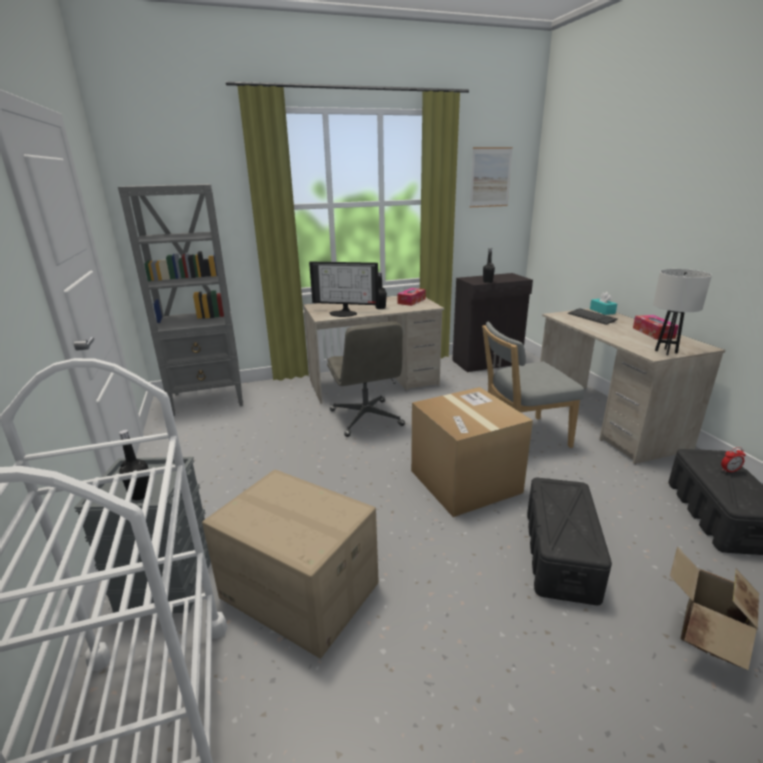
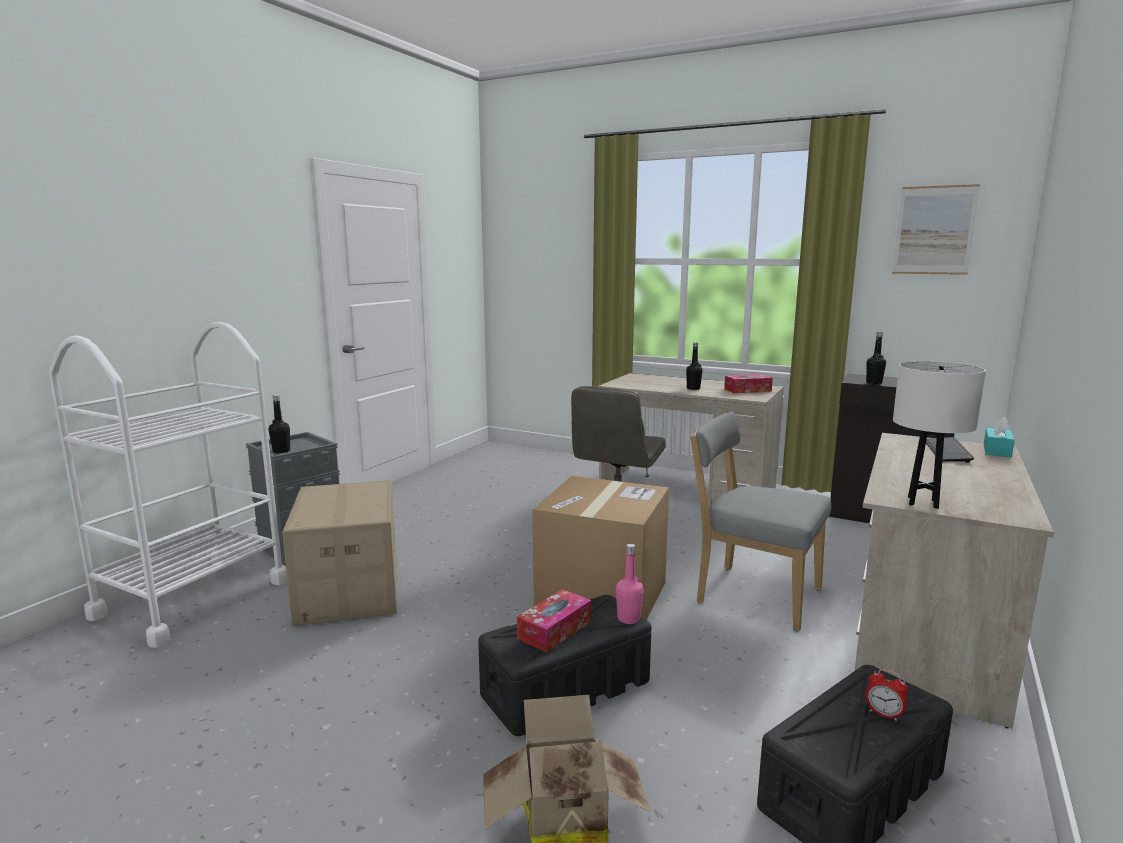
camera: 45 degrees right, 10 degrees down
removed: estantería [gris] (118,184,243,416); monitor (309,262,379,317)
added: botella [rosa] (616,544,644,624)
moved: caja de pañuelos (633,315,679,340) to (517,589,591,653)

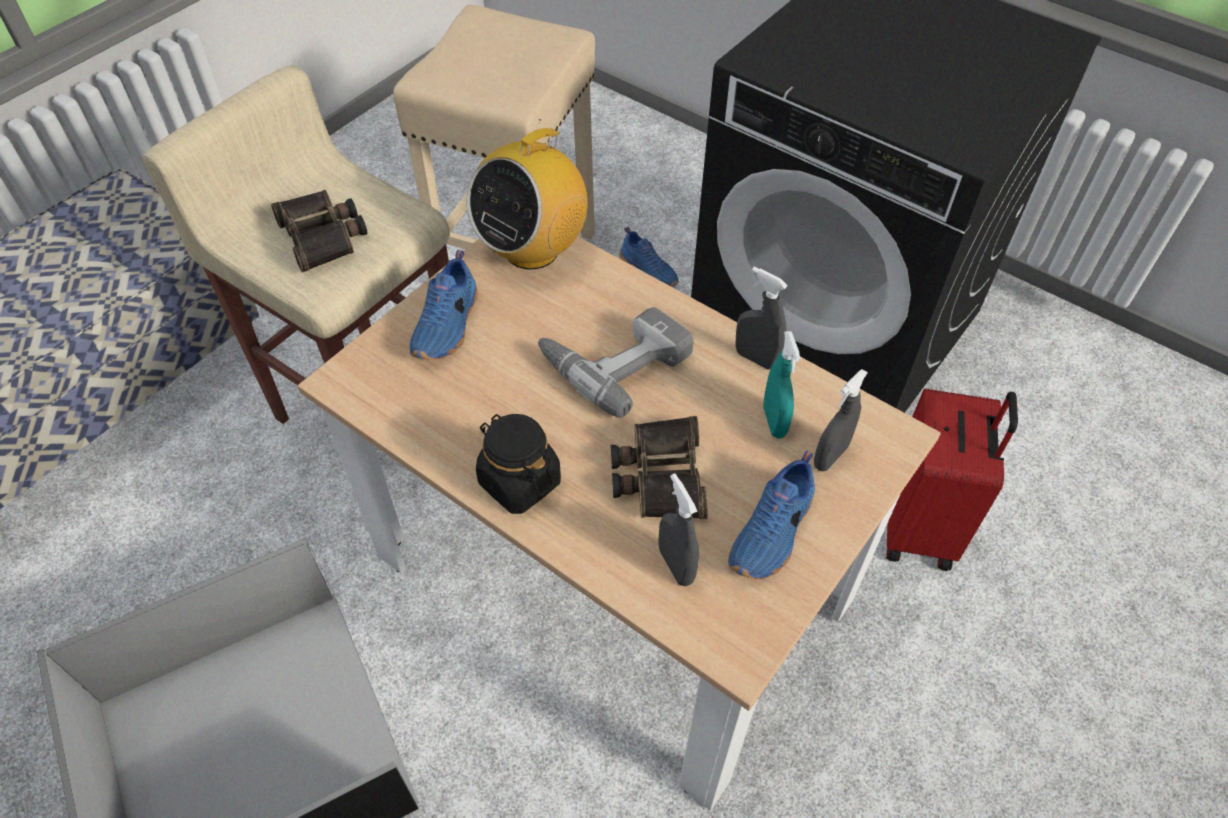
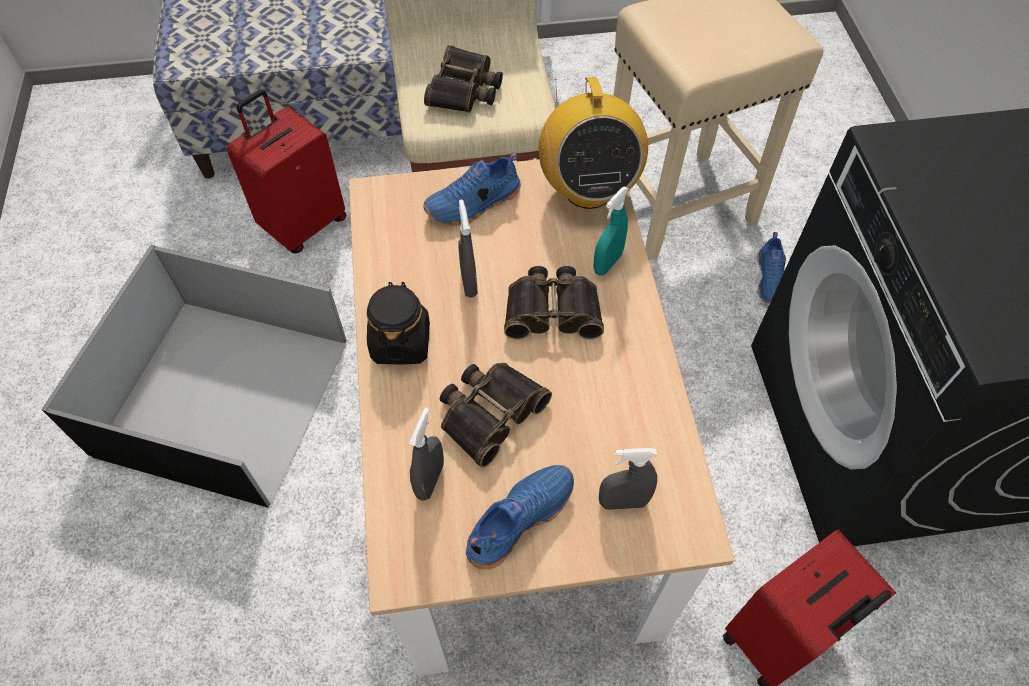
camera: 45 degrees right, 5 degrees up
added: maleta [rojo] (227,89,346,253)
moved: pulverizador [gris] (735,267,788,370) to (458,199,478,298); pulverizador [turquesa] (763,331,801,438) to (593,187,629,276)
replaced: taladro (538,307,694,418) to prismáticos (504,266,604,339)
turned: radio (466,119,588,269) = (538,77,648,209) 90 degrees counterclockwise; zapato [azul] (728,451,815,579) = (466,465,574,570) 150 degrees clockwise

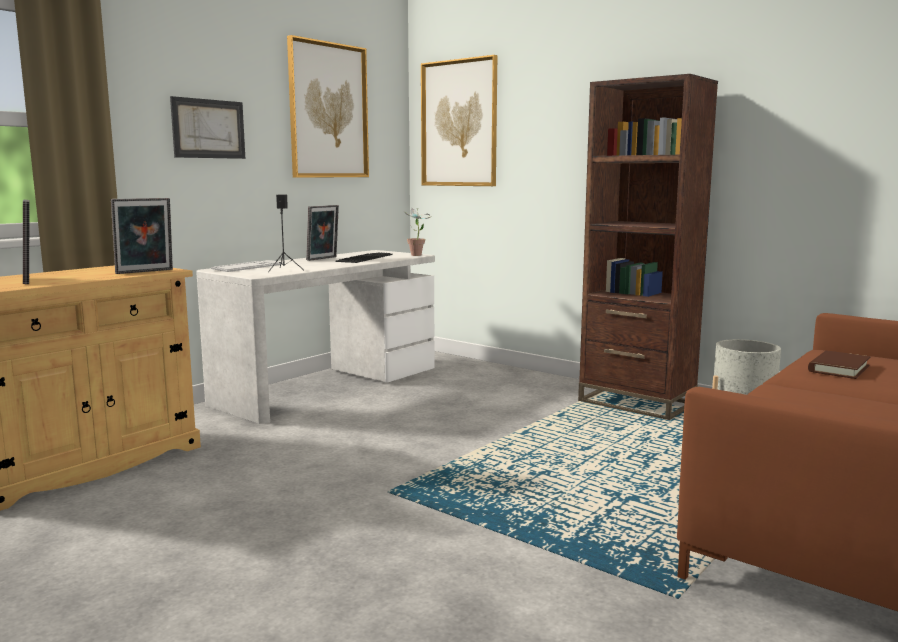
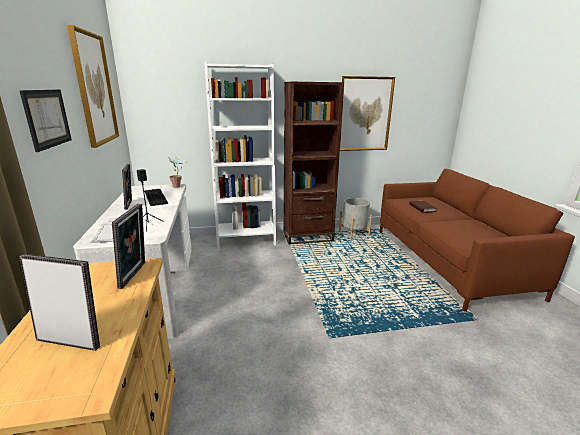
camera: 50 degrees left, 10 degrees up
added: estantería [blanco] (204,62,276,250)
moved: cuadro (421,55,497,186) to (340,76,395,151)

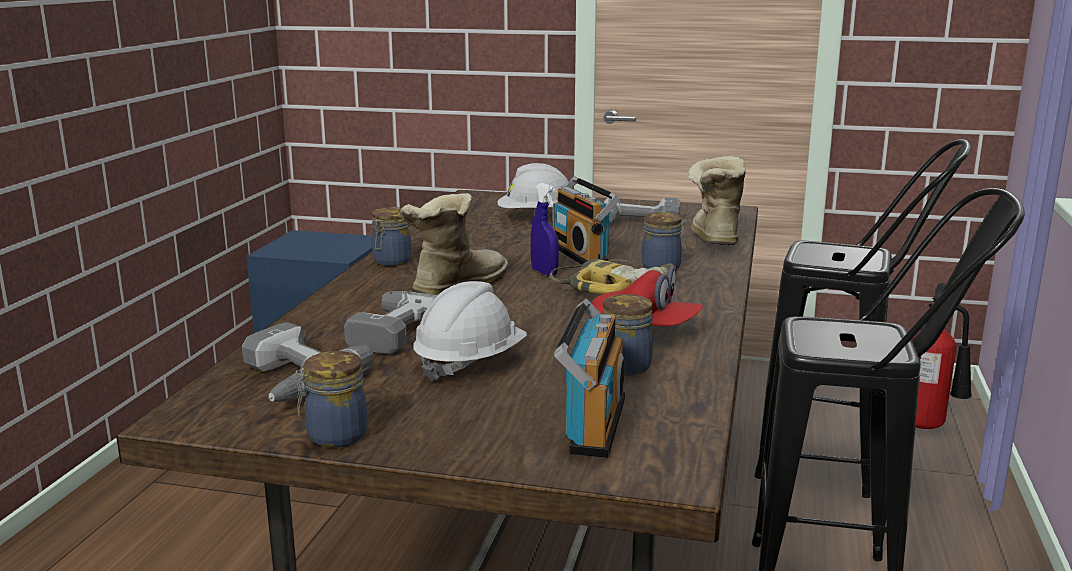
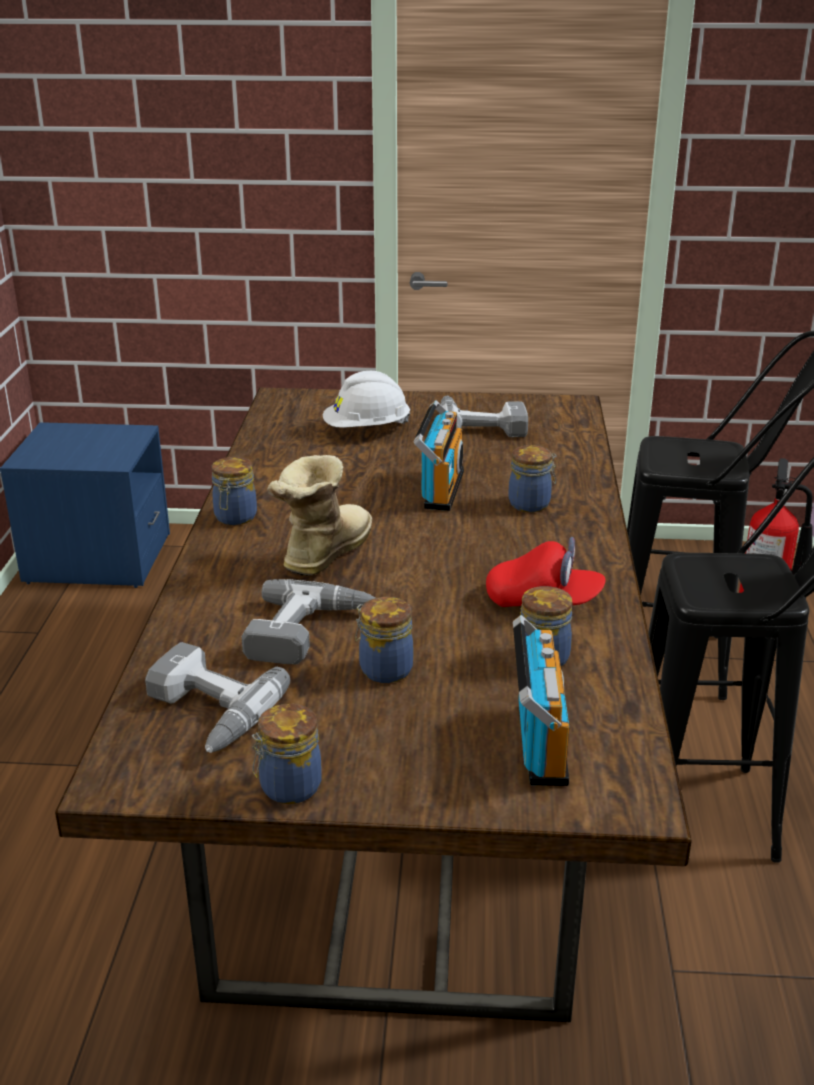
camera: 10 degrees left, 10 degrees up
removed: pulverizador [azul] (531,183,559,276); taladro (549,259,676,294); bota (688,156,746,245)
replaced: casco [blanco] (413,281,527,382) to tarro (355,597,413,683)
turned: radio (553,176,620,265) = (414,400,464,511) 135 degrees counterclockwise

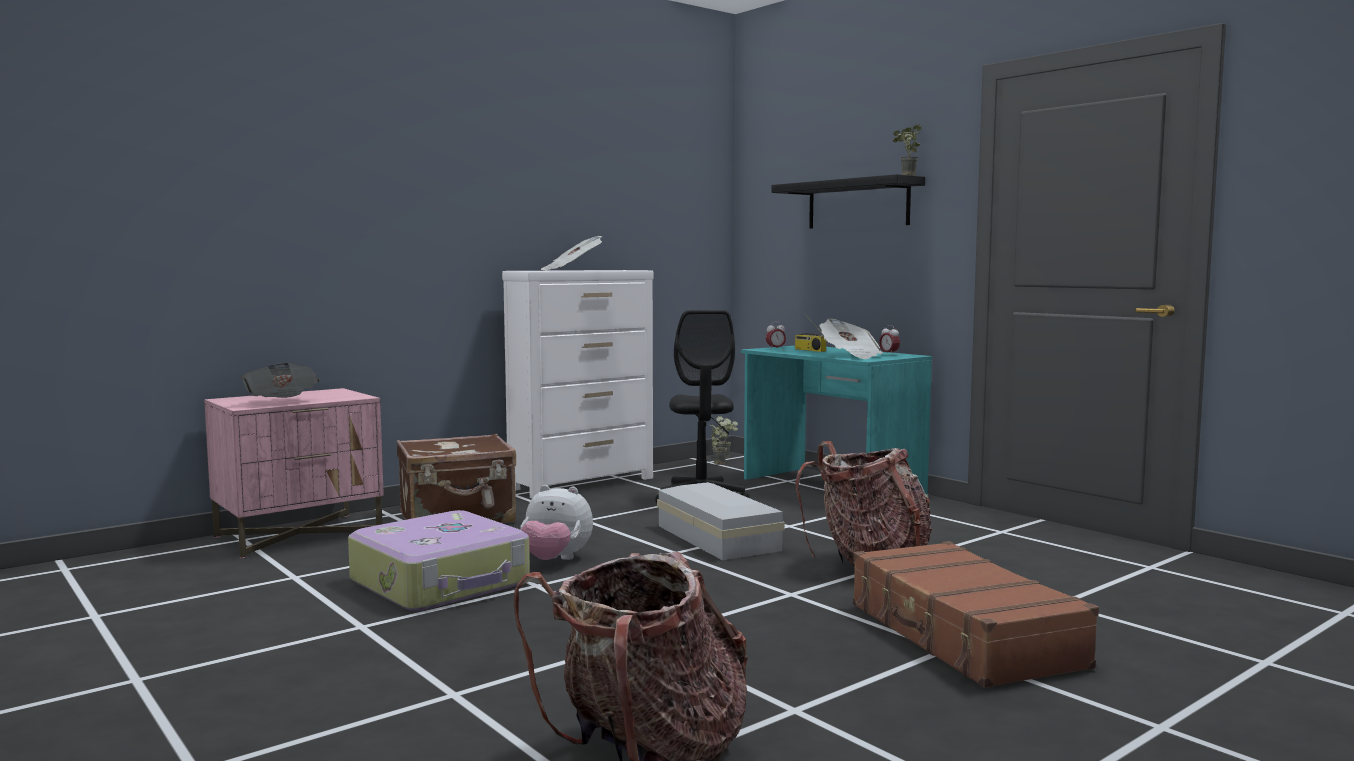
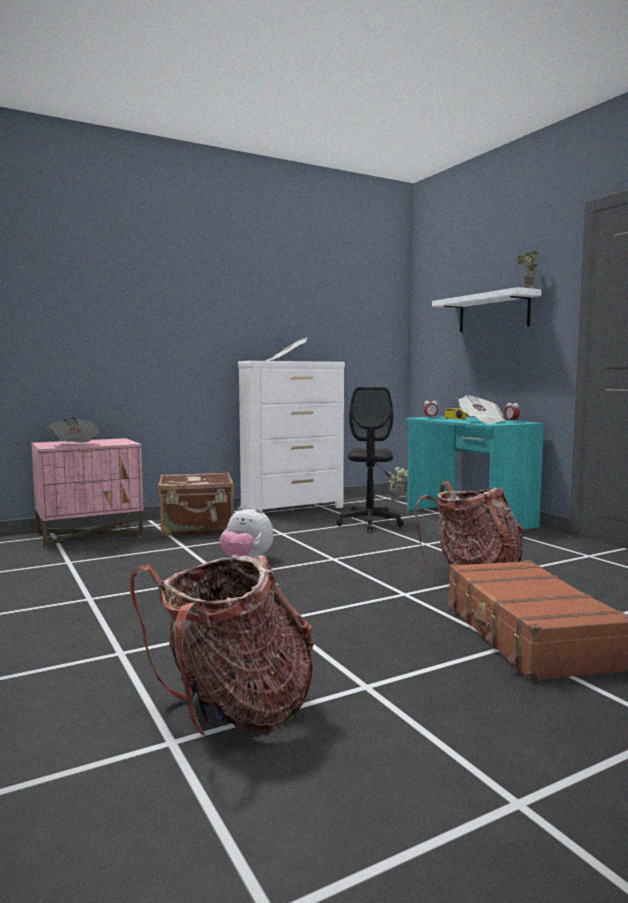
camera: 10 degrees right, 0 degrees up
removed: maleta (348,510,530,611); caja de almacenaje [blanco] (657,482,785,560)
recoloured: estante [negro] (772,174,925,229) to estante [blanco] (432,287,542,332)

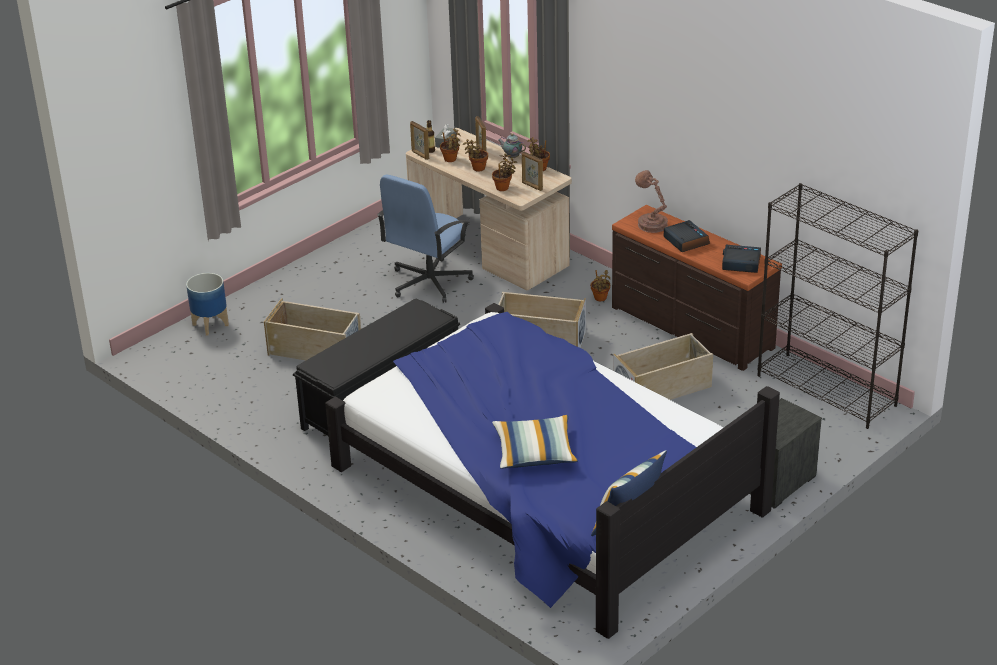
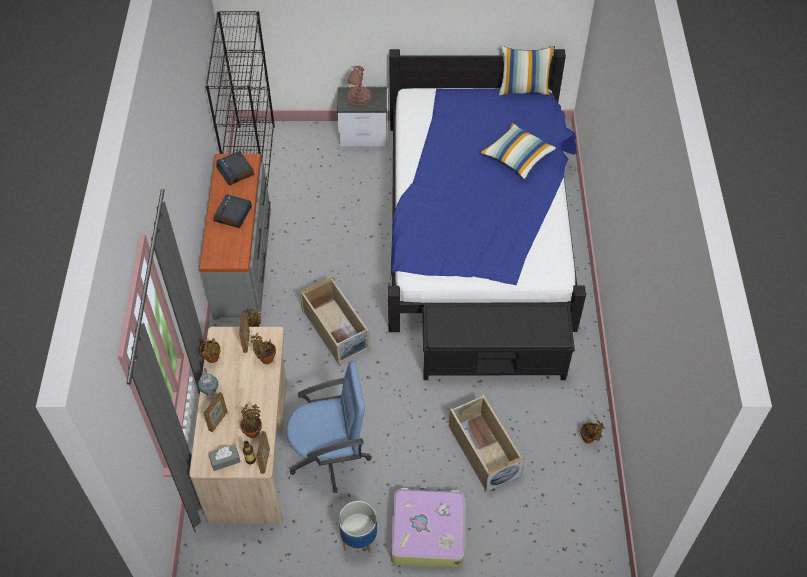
camera: 135 degrees left, 20 degrees up
removed: caja de almacenaje [beis] (613,333,713,400)
added: maleta (391,487,465,568)
moved: maceta (186,273,229,336) to (339,501,377,553); planta en maceta (463,139,488,172) to (581,420,605,443); lámpara de mesa [marrón] (635,170,668,233) to (348,66,371,105)
recoloured: cómoda [marrón] (612,205,782,371) to cómoda [gris] (199,154,271,320)

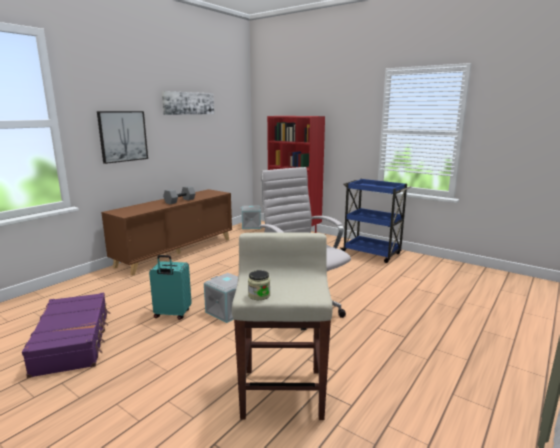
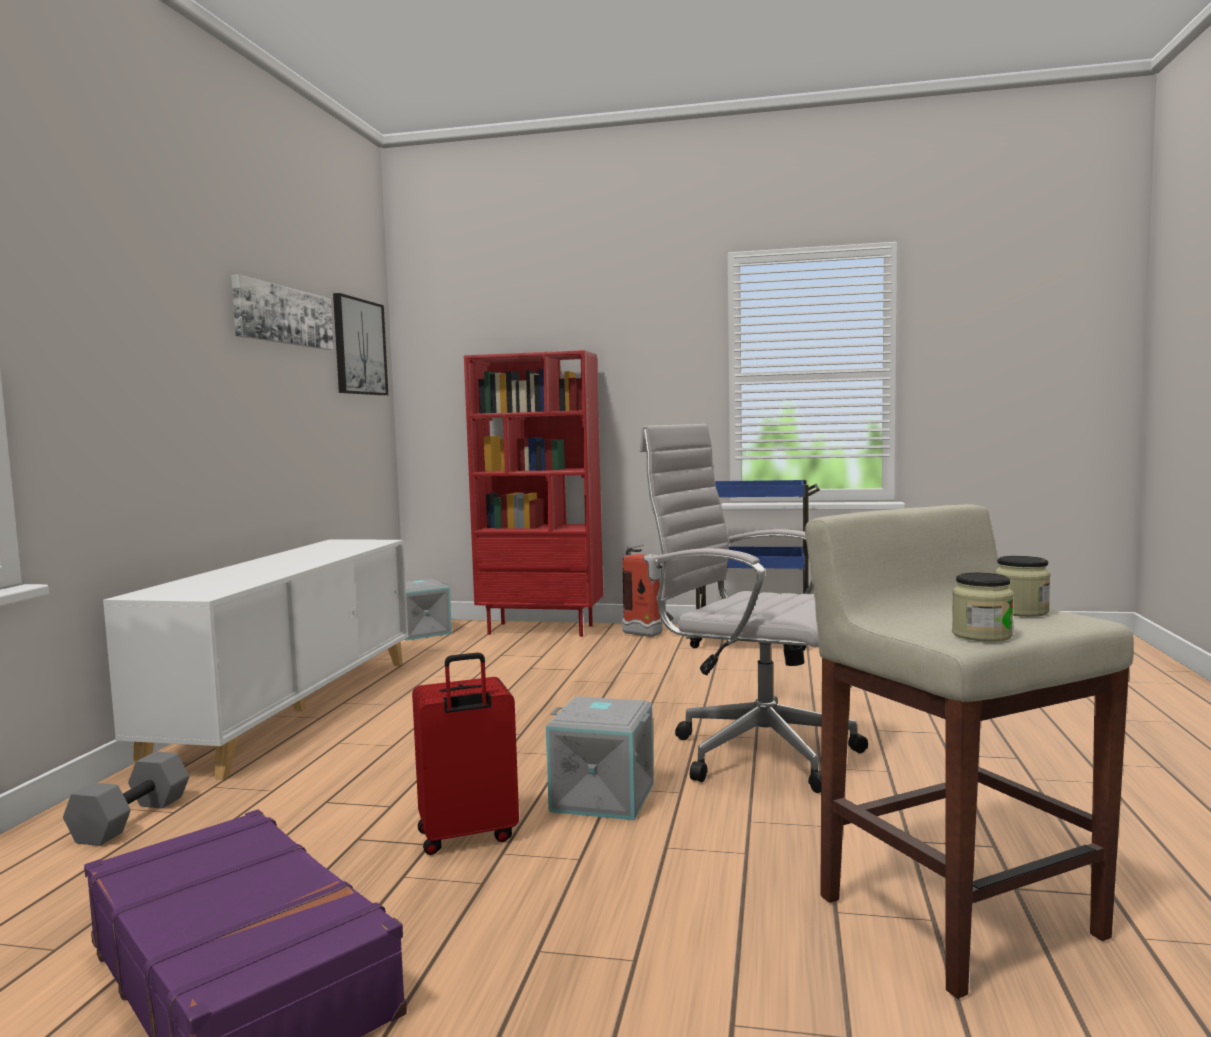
camera: 25 degrees left, 10 degrees down
added: extintor (622,545,674,637); tarro (995,556,1050,617)
moved: cuadro (97,111,148,164) to (333,293,388,395); mancuerna [gris] (163,186,196,204) to (63,752,189,846)
recoloured: armario [marrón] (101,189,232,276) to armario [blanco] (103,540,408,780); maleta [turquesa] (149,255,192,320) to maleta [rojo] (412,652,519,855)

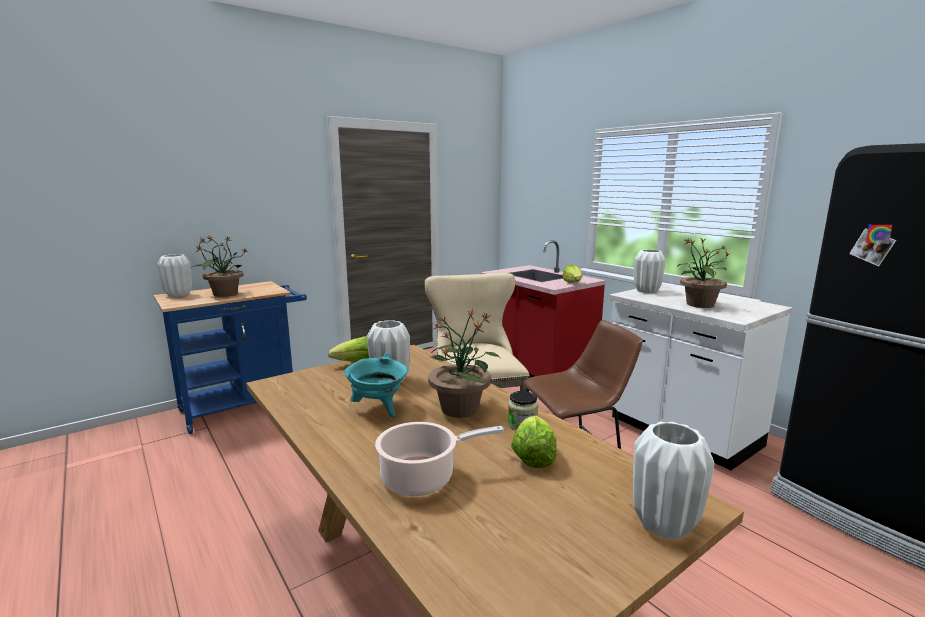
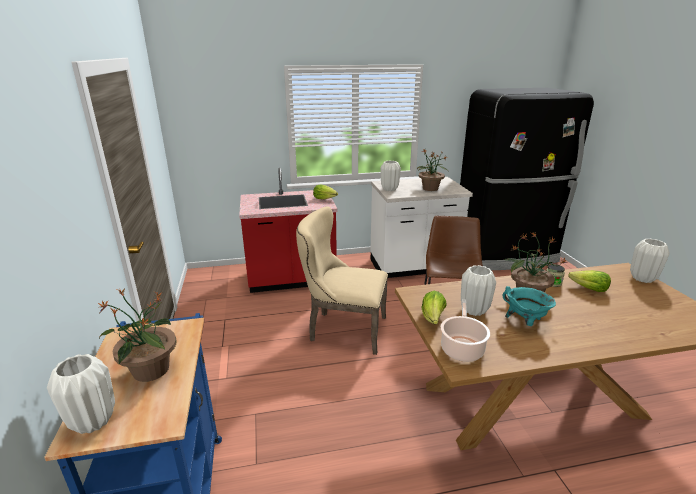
camera: 65 degrees left, 10 degrees up
moved: olla (375,422,504,496) to (441,299,490,362)

